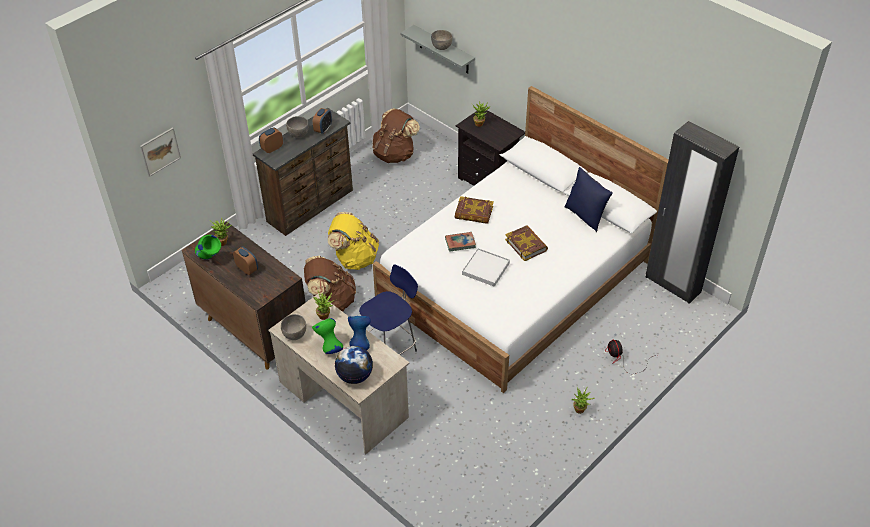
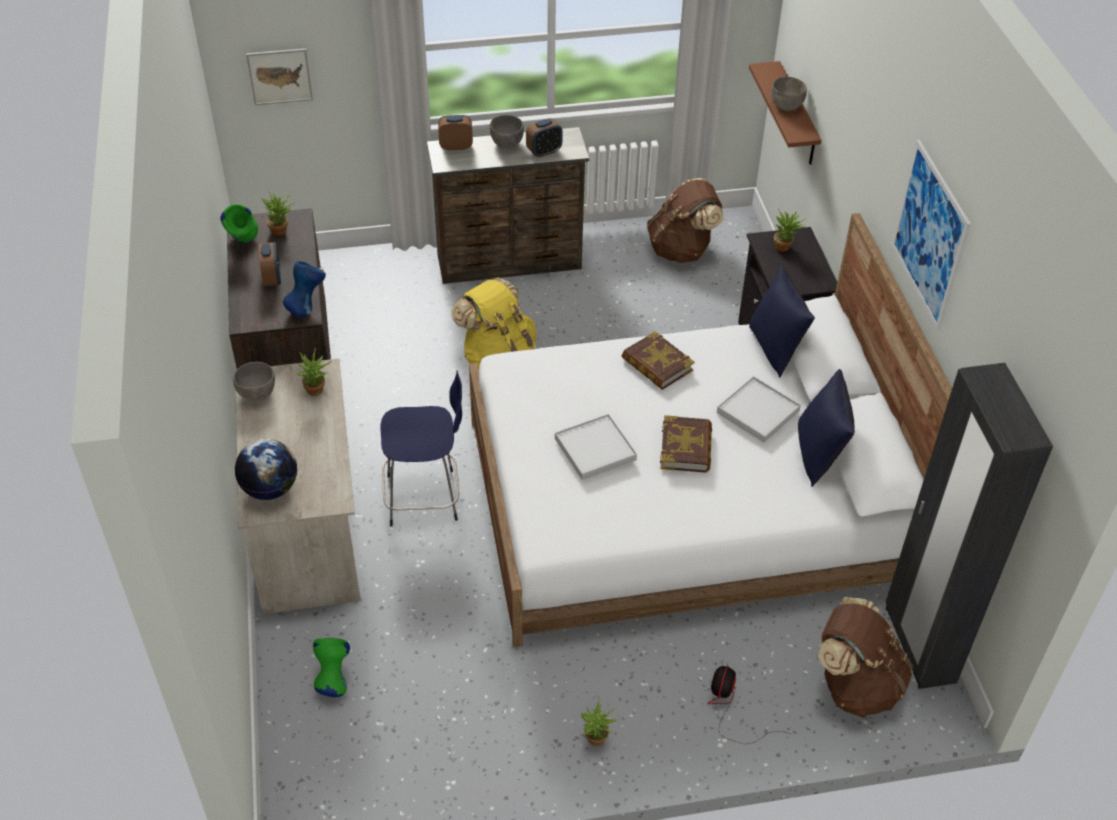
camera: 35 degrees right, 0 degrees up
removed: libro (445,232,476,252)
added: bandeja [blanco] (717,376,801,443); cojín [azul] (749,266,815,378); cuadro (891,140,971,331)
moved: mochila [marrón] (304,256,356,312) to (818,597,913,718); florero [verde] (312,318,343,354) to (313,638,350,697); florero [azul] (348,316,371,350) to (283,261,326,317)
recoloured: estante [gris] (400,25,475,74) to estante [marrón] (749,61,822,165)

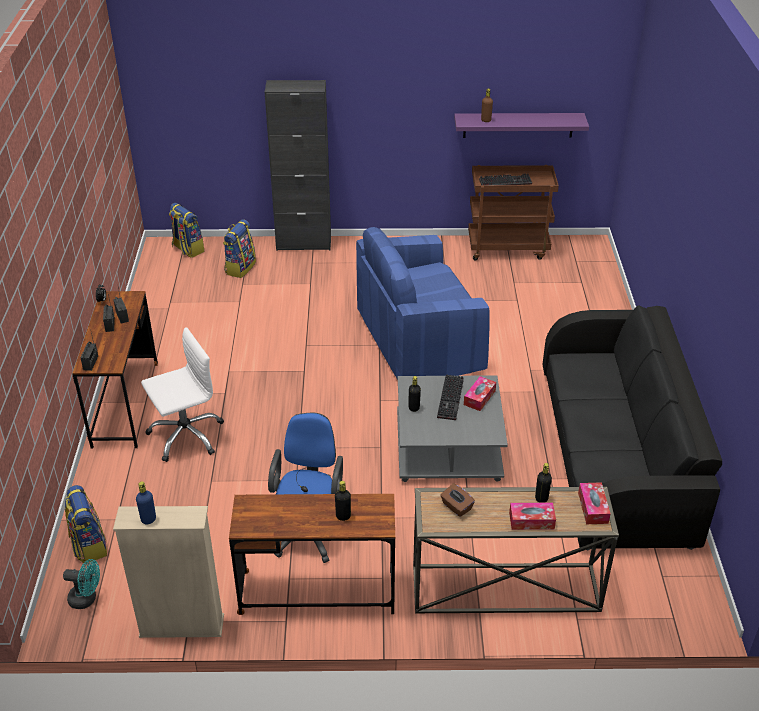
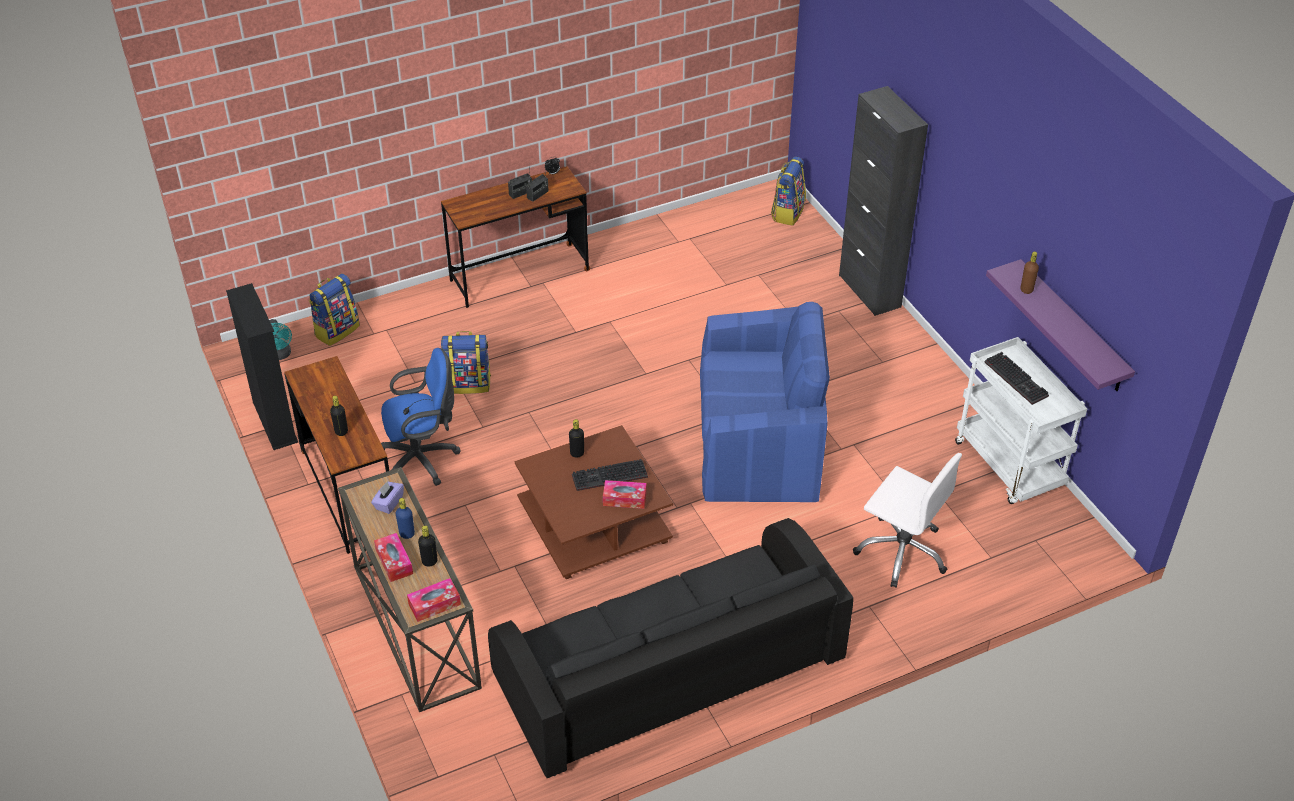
camera: 65 degrees right, 5 degrees up
removed: radio (80,333,98,371)
moved: botella [azul] (136,481,156,524) to (396,498,415,539); silla de oficina [blanco] (141,327,224,462) to (853,453,962,588); mochila (223,219,256,278) to (441,331,491,394)
recoloured: estantería [beis] (113,506,224,638) to estantería [negro] (226,283,298,450); mesa de centro [gris] (397,375,508,482) to mesa de centro [marrón] (515,425,673,579); caja de pañuelos [marrón] (440,483,475,517) to caja de pañuelos [morado] (371,481,404,514); carrito [marrón] (468,165,559,260) to carrito [blanco] (955,337,1087,504)
turned: sillón [azul] (356,227,489,380) = (700,302,830,502) 135 degrees clockwise

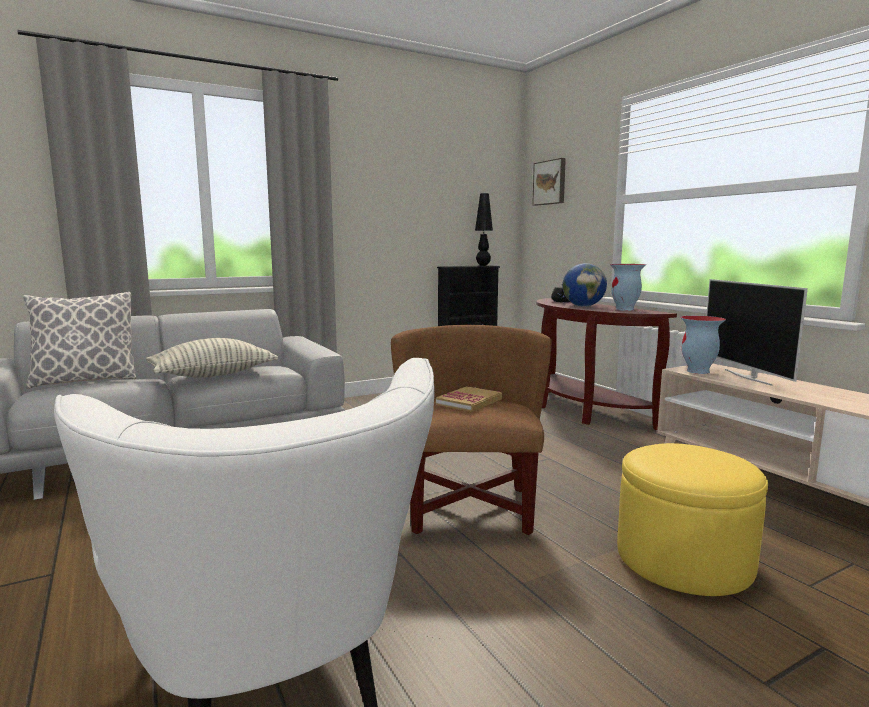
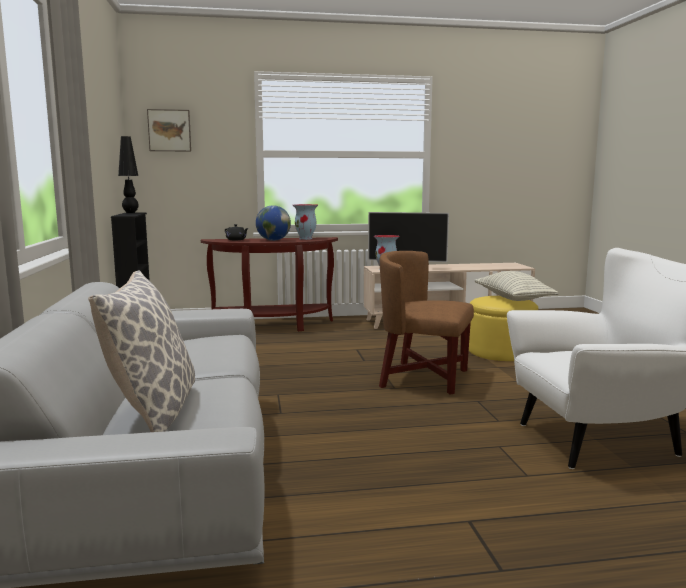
camera: 70 degrees left, 0 degrees up
removed: libro (436,386,502,412)
moved: cojín (146,338,278,378) to (474,271,559,301)

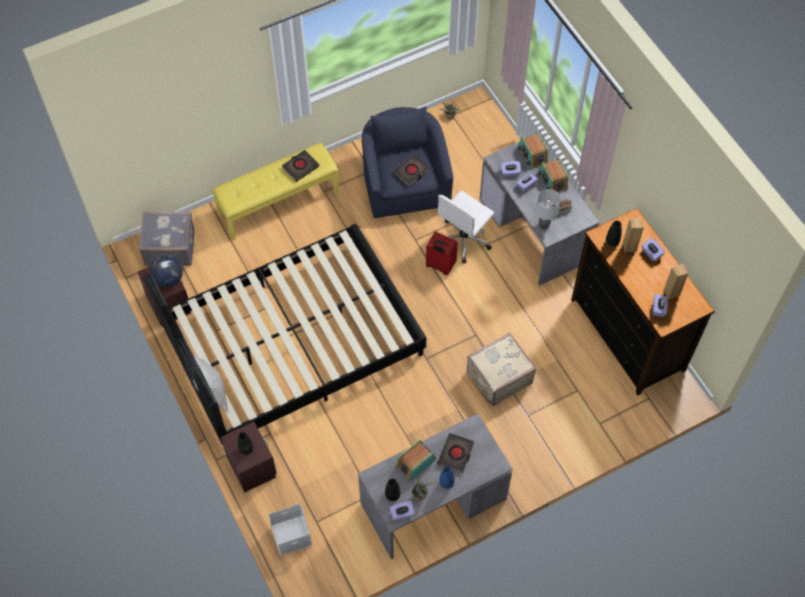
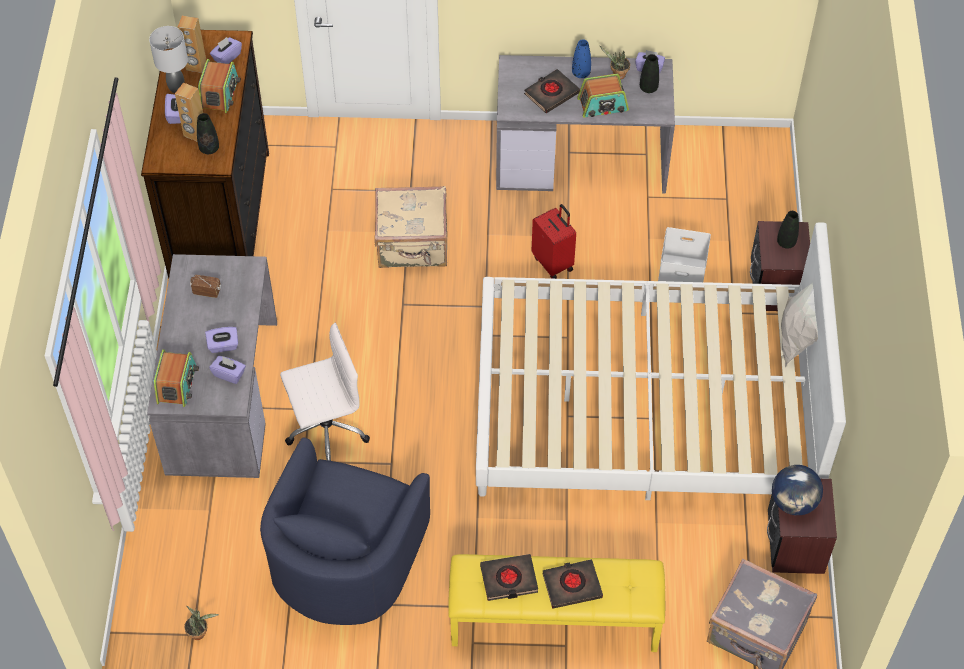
camera: 150 degrees left, 5 degrees down
moved: caja de almacenaje [blanco] (268,504,312,556) to (658,227,711,282); libro [negro] (393,154,430,186) to (542,559,603,608); maleta [rojo] (426,232,458,275) to (532,204,576,279); lámpara de mesa [gris] (535,189,560,229) to (149,26,188,93); radio (538,158,568,192) to (198,59,241,113)
recoloured: cama [negro] (145,224,426,445) to cama [blanco] (476,222,846,500)

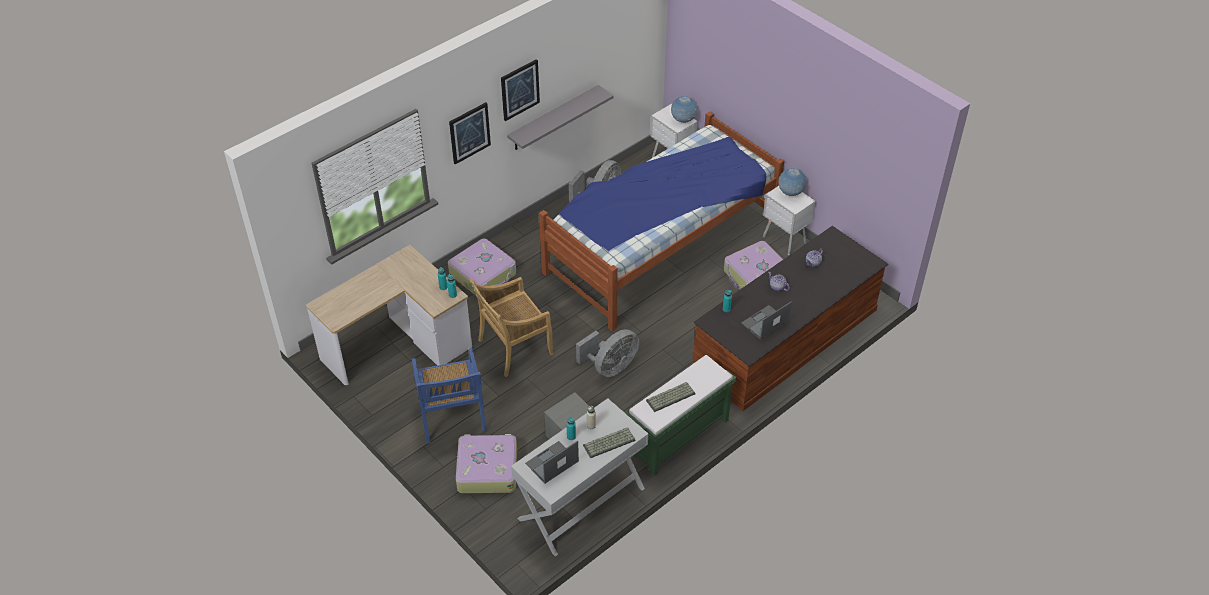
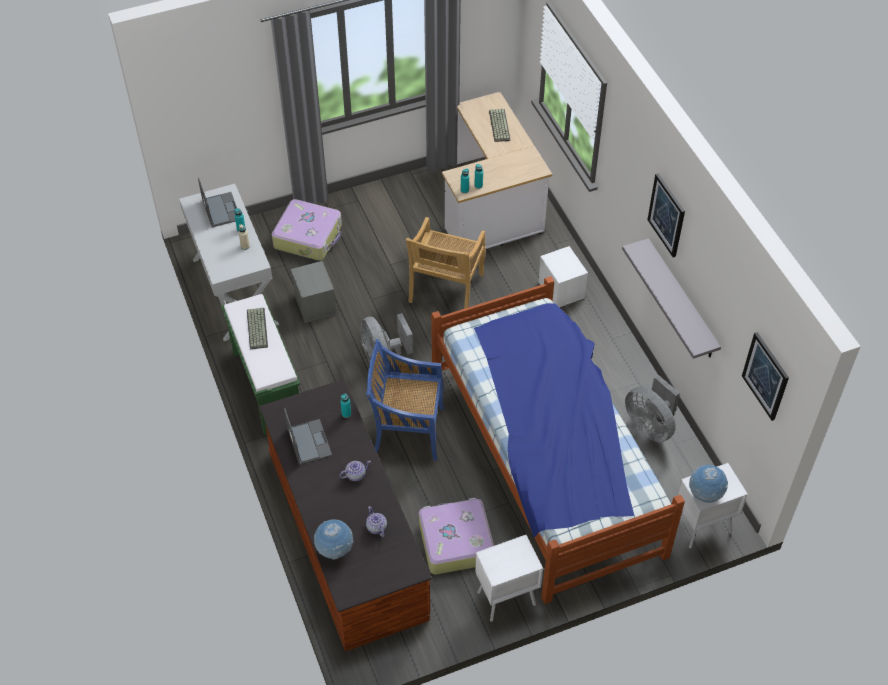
camera: 110 degrees right, 5 degrees up
moved: silla [azul] (412,348,487,443) to (366,339,444,461); cuadro (449,102,491,164) to (742,332,789,421); teclado (583,427,635,458) to (489,109,510,142); globo terráqueo (778,168,806,196) to (314,519,353,560)
replaced: maleta (448,238,516,296) to caja de almacenaje [blanco] (538,246,588,307)
turned: silla [beis] (470,277,554,377) = (406,217,486,309) 150 degrees counterclockwise

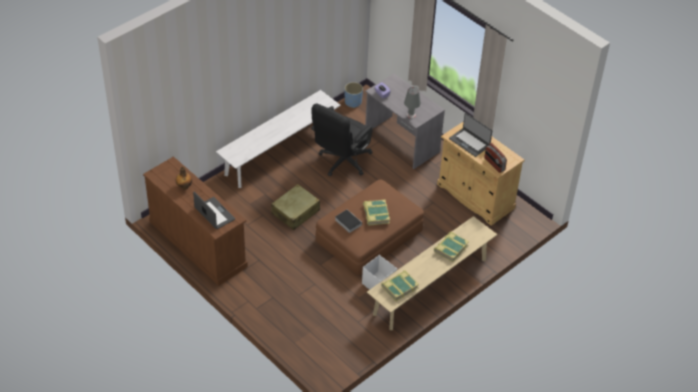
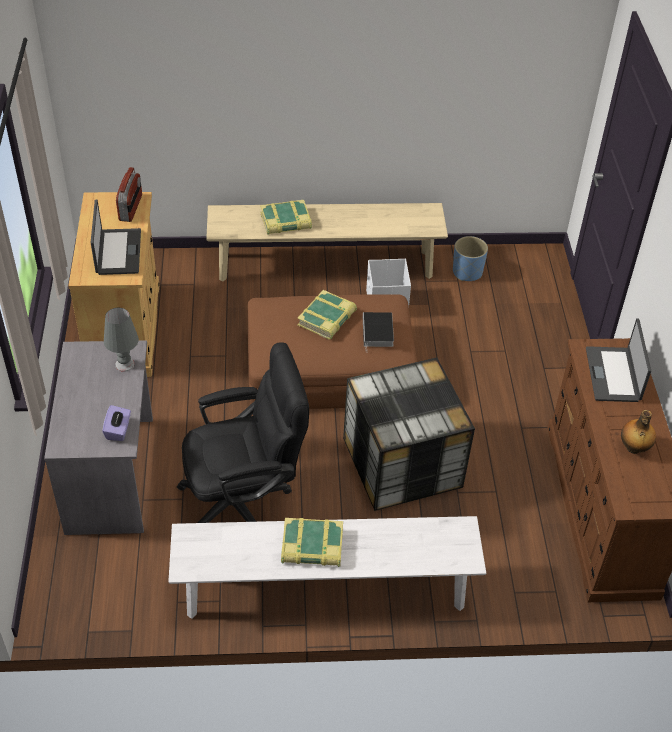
camera: 140 degrees left, 0 degrees up
moved: maceta [azul] (344,82,363,108) to (453,236,488,281); libro (381,270,419,301) to (281,518,343,567)
replaced: maleta [beis] (271,184,320,230) to caja de almacenaje (343,358,475,511)

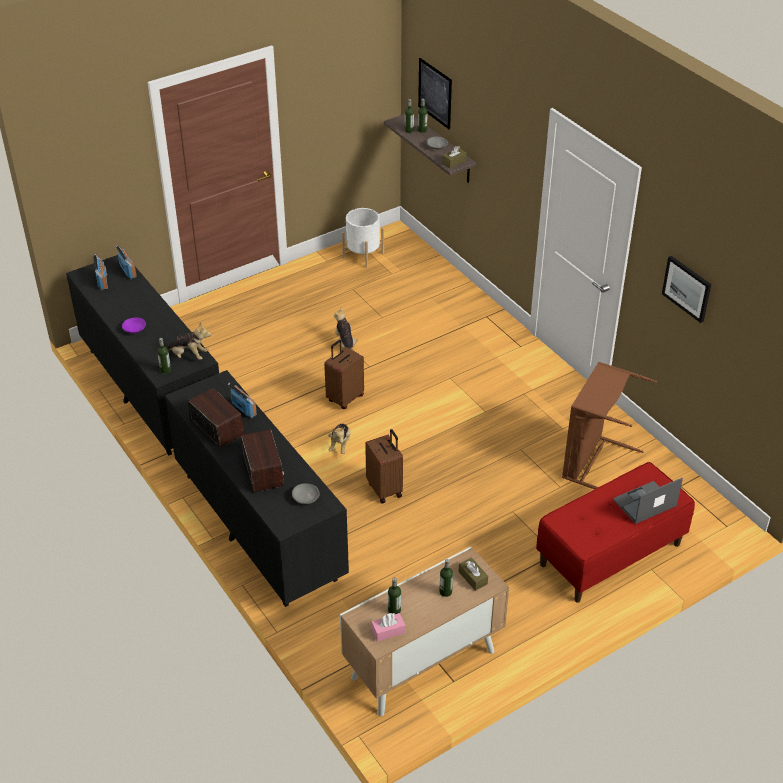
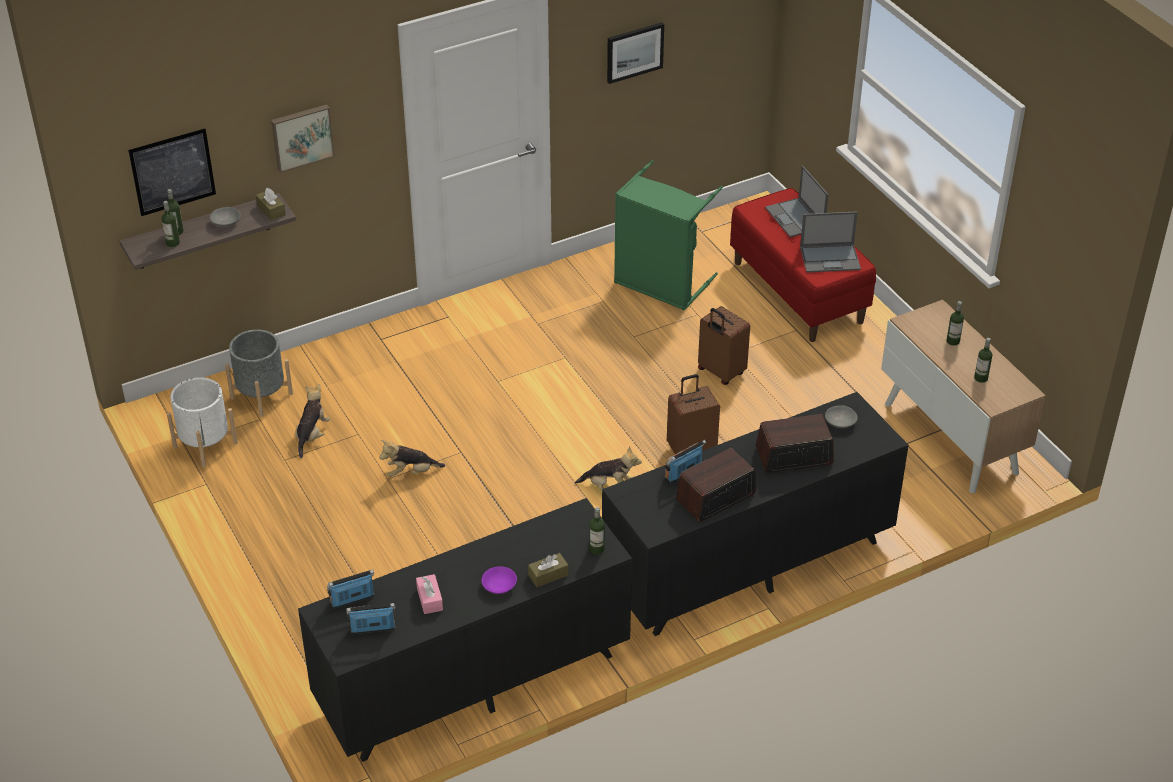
camera: 85 degrees left, 0 degrees up
added: maceta [gris] (225,330,293,417); cuadro (271,104,335,173); portátil (800,211,861,273)
moved: peluche (166,321,211,360) to (295,384,330,458); maleta [marrón] (324,340,364,409) to (698,306,750,385); caja de pañuelos [rosa] (371,613,405,642) to (416,574,443,614); caja de pañuelos [marrón] (459,557,488,591) to (528,553,568,587)
recoloured: cesto de la ropa [marrón] (562,362,657,489) to cesto de la ropa [verde] (614,160,723,311)

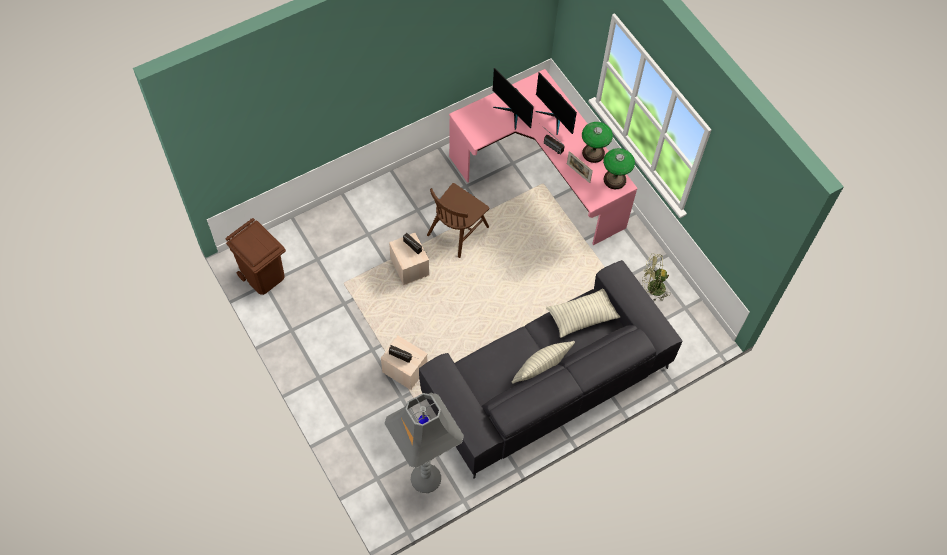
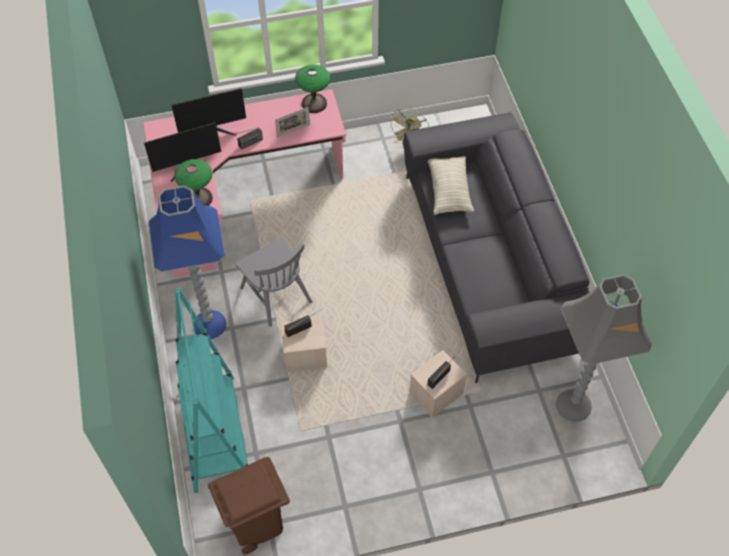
camera: 70 degrees left, 5 degrees down
removed: cojín (512,341,575,384)
added: lámpara de pie [azul] (149,186,226,339); estantería [turquesa] (176,288,248,493)
moved: lámpara de mesa (582,122,613,163) to (174,159,213,206)
recoloured: silla [marrón] (427,183,489,258) to silla [gris] (236,237,312,327)

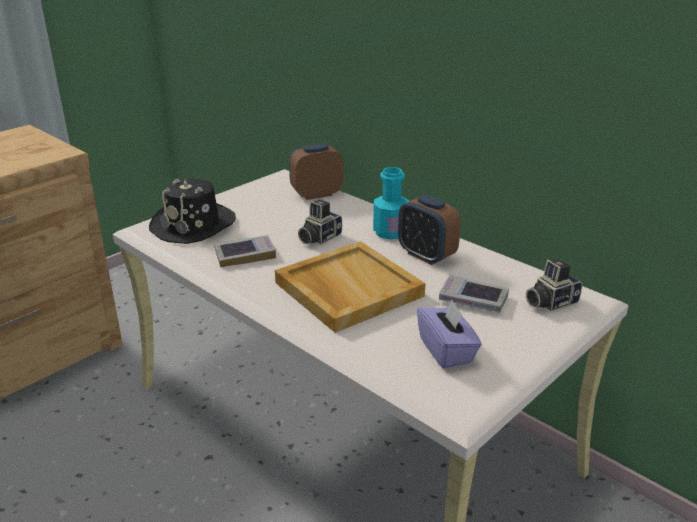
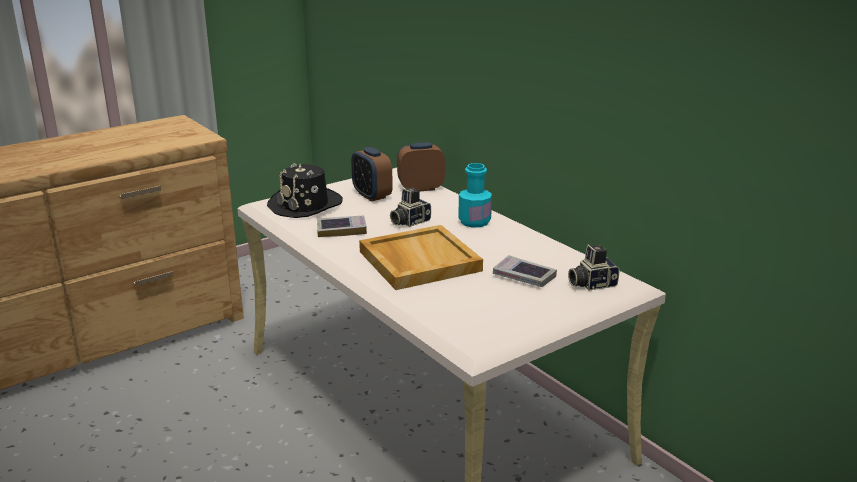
camera: 10 degrees right, 5 degrees down
removed: caja de pañuelos [morado] (417,300,482,368)
moved: despertador (398,195,461,265) to (351,147,393,201)

